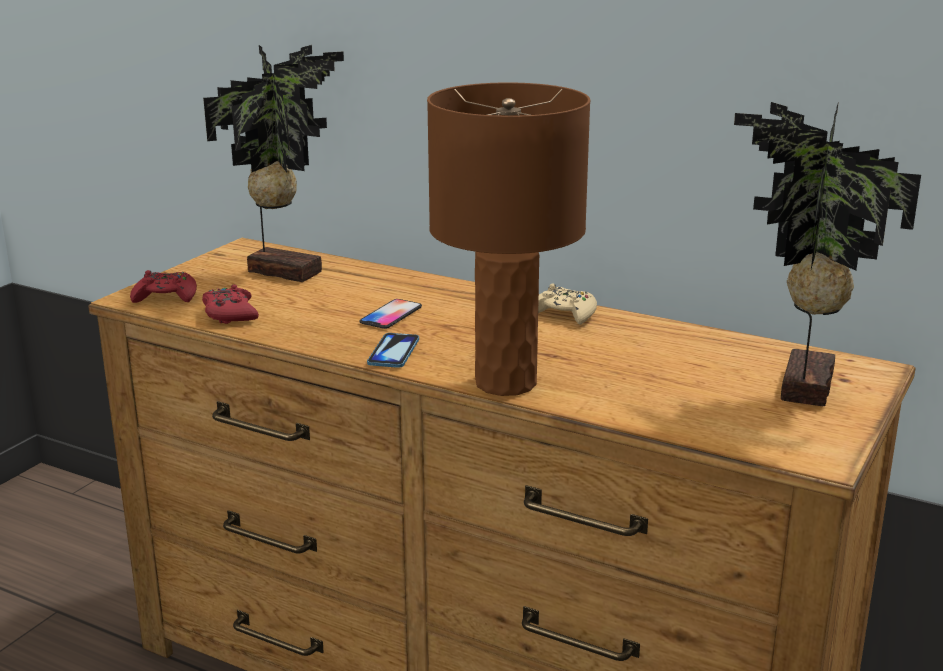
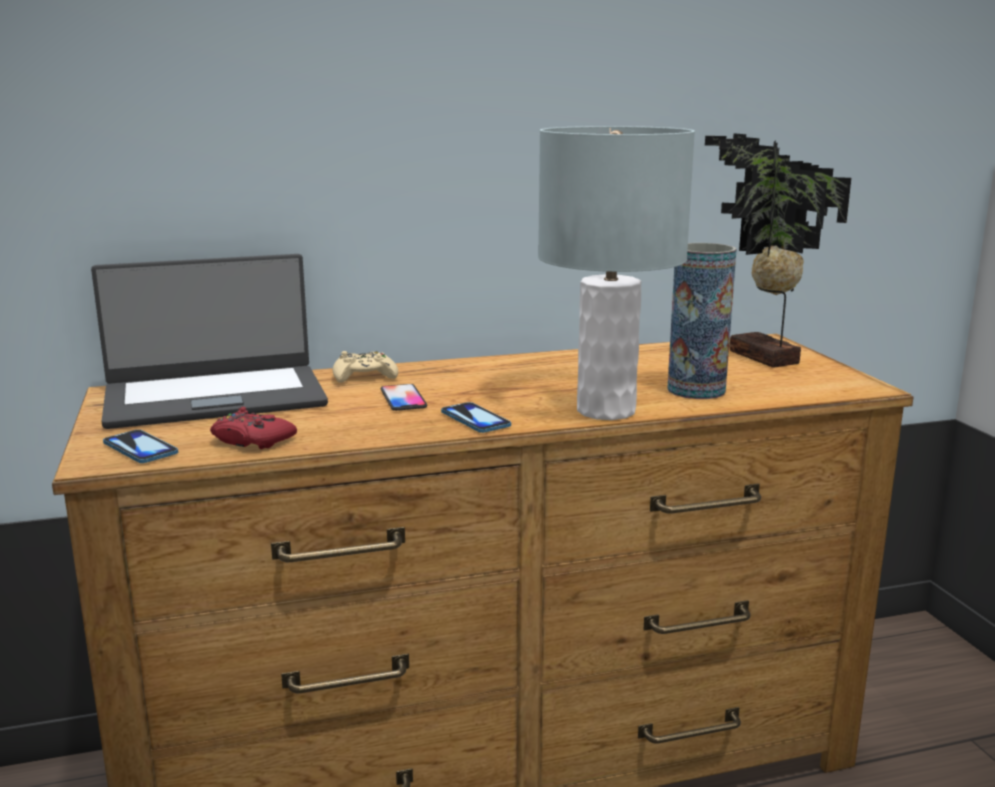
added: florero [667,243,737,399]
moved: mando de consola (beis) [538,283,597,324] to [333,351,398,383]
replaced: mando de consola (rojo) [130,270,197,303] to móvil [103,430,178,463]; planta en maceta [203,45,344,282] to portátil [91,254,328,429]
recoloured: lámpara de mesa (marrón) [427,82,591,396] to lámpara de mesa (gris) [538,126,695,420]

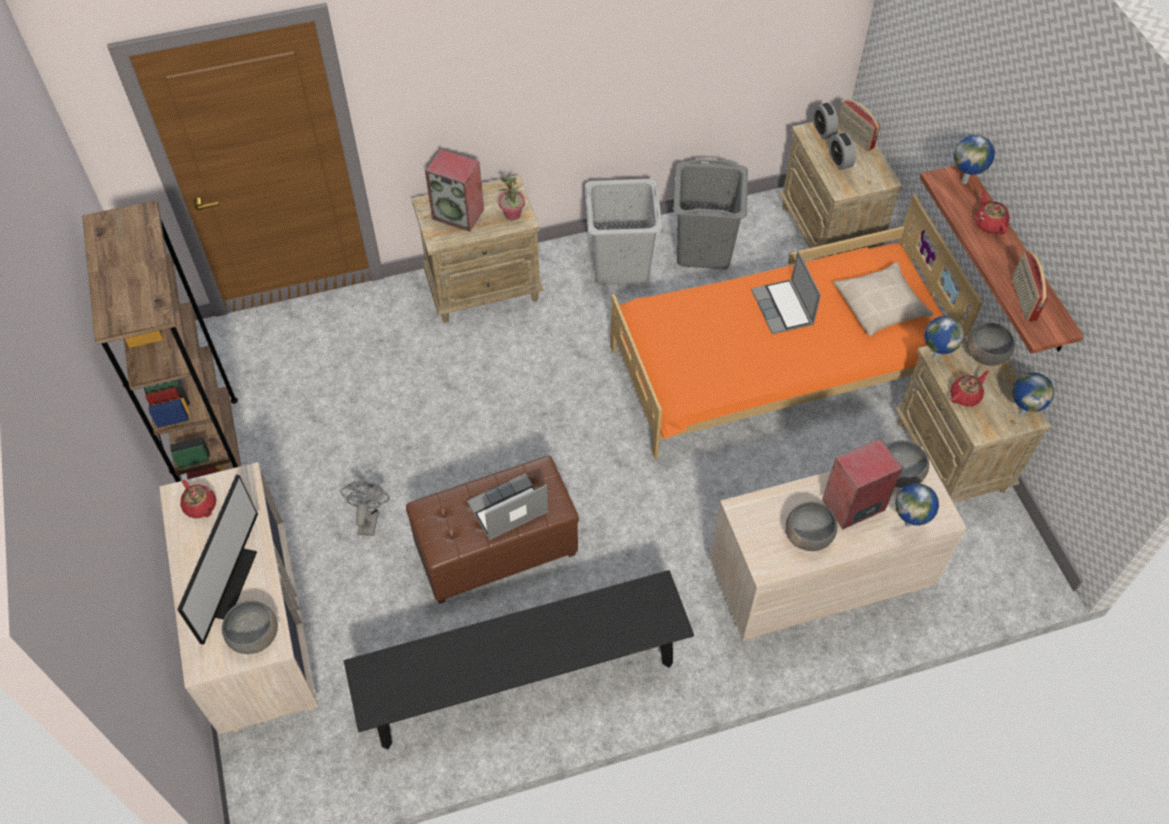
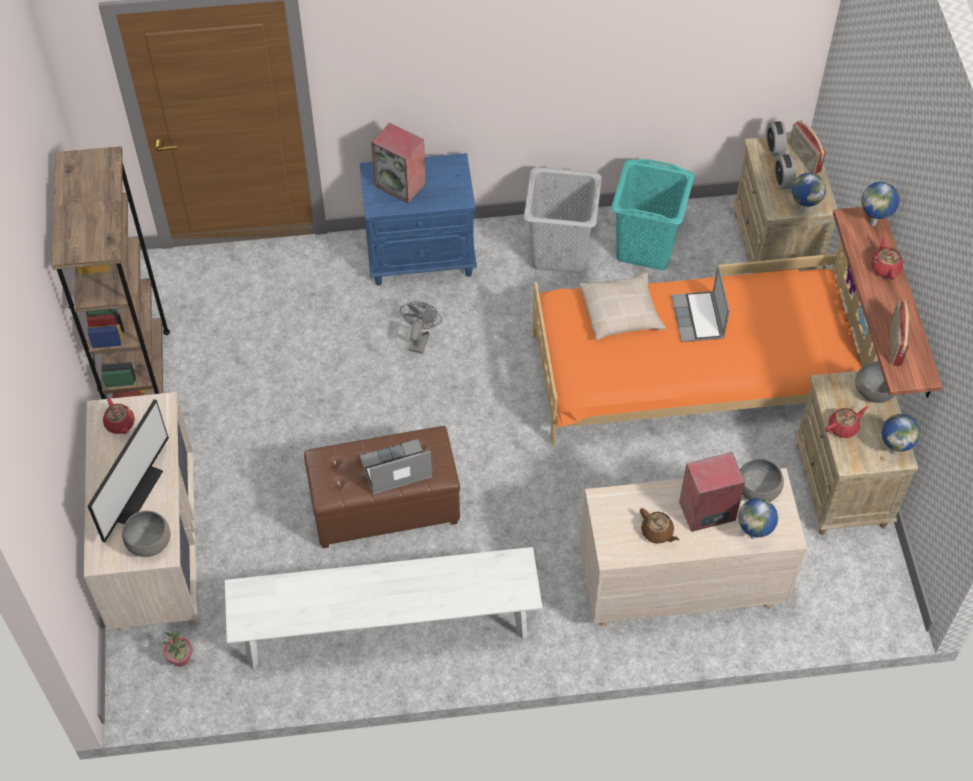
moved: ventilador (gris) [340,481,390,536] to [400,301,442,354]; planta en maceta [498,177,525,220] to [160,631,193,667]; cojín (beis) [834,262,934,337] to [579,272,666,341]; globo terráqueo [924,316,964,359] to [792,173,826,213]
replaced: cuenco (gris) [785,502,837,551] to tetera (marrón) [640,508,679,544]
recoloured: banco (negro) [344,570,694,749] to banco (blanco) [225,547,542,669]; mesita de noche (beis) [411,175,544,323] to mesita de noche (azul) [359,153,477,285]; cesto de la ropa (gris) [673,159,748,269] to cesto de la ropa (turquesa) [611,159,694,270]

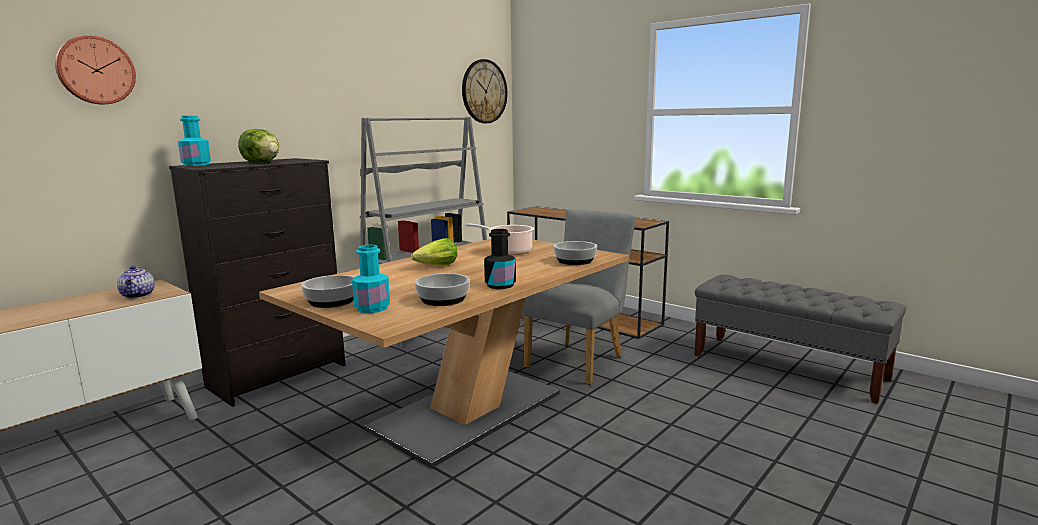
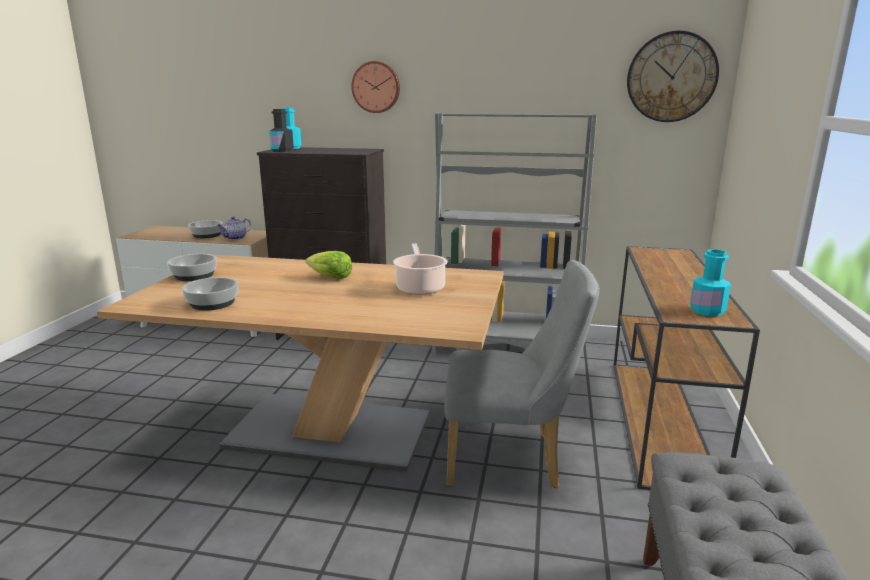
removed: lechuga [238,129,279,163]
moved: reloj de pared [55,35,136,104] to [351,61,400,113]; botella (turquesa) [352,245,390,313] to [690,249,731,316]; botella (negro) [484,229,516,289] to [269,109,294,152]; cuenco [553,241,597,265] to [188,220,223,238]

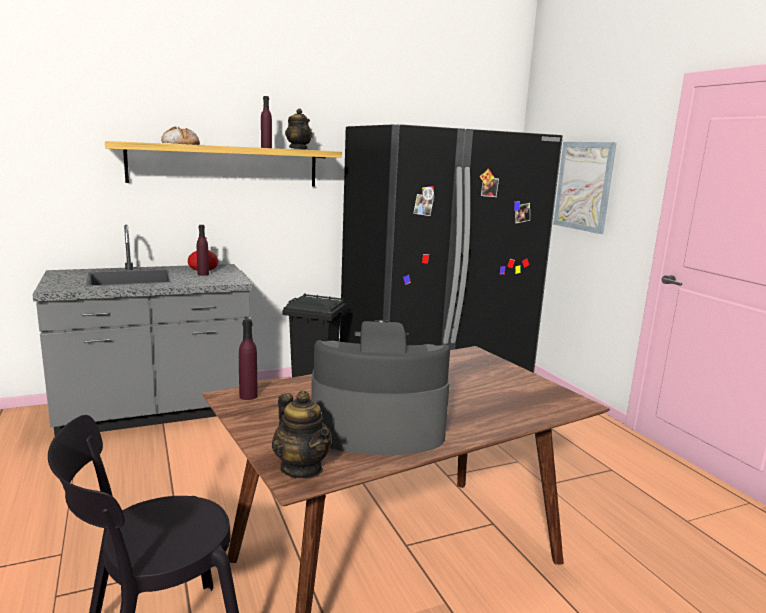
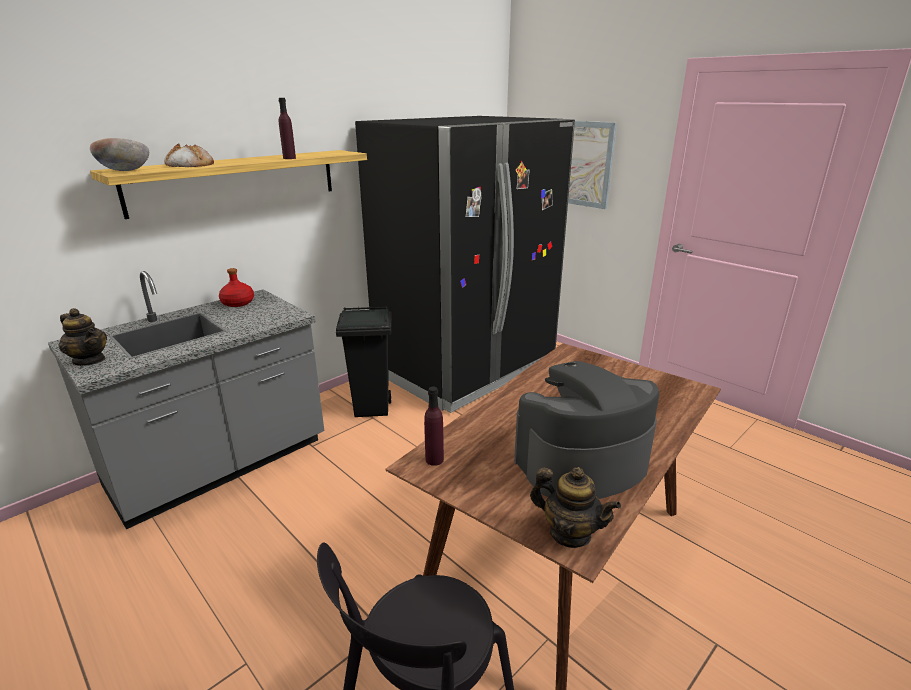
removed: botella (morado) [197,225,209,276]
added: cuenco [90,138,149,171]
moved: tetera [285,108,313,150] to [59,308,107,366]

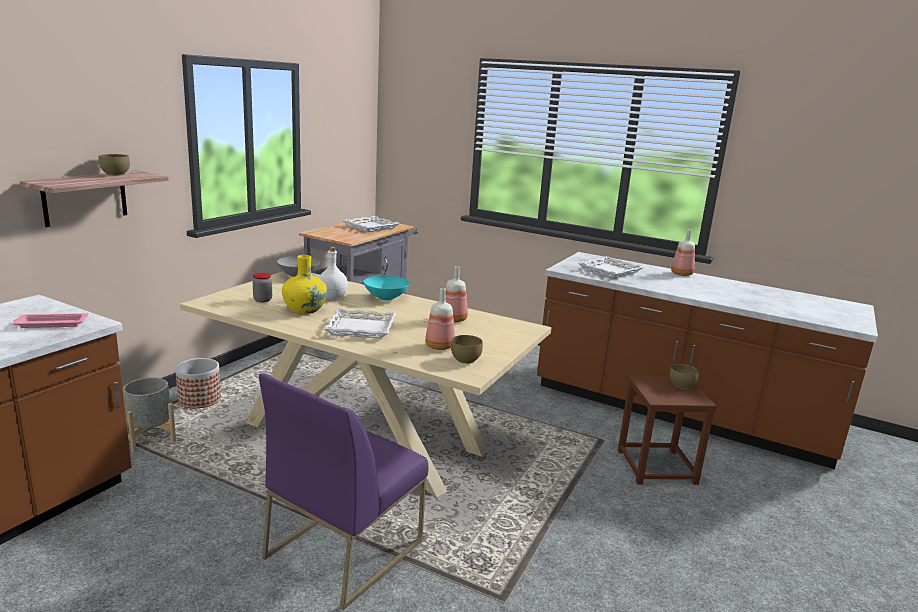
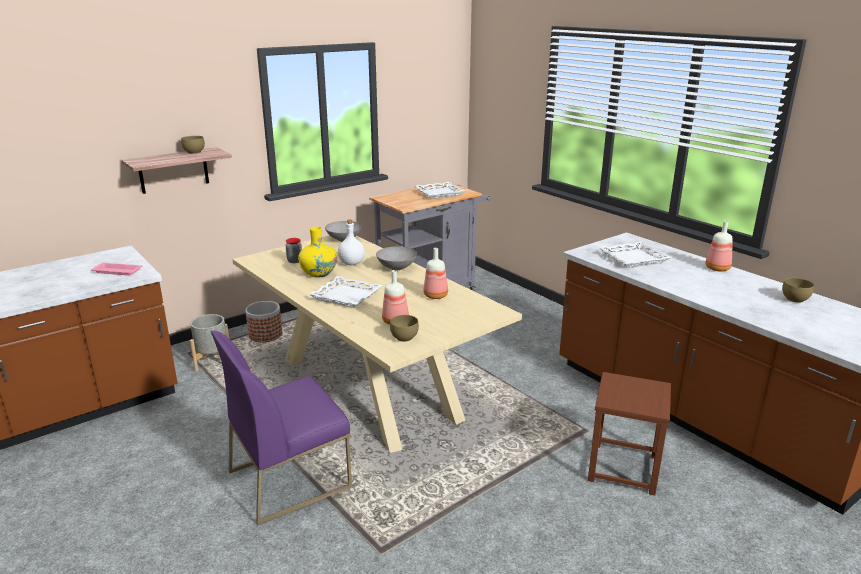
moved: cuenco (marrón) [670,364,699,389] to [782,278,814,303]
recoloured: cuenco (turquesa) [364,276,409,300] to cuenco (gris) [376,246,417,271]

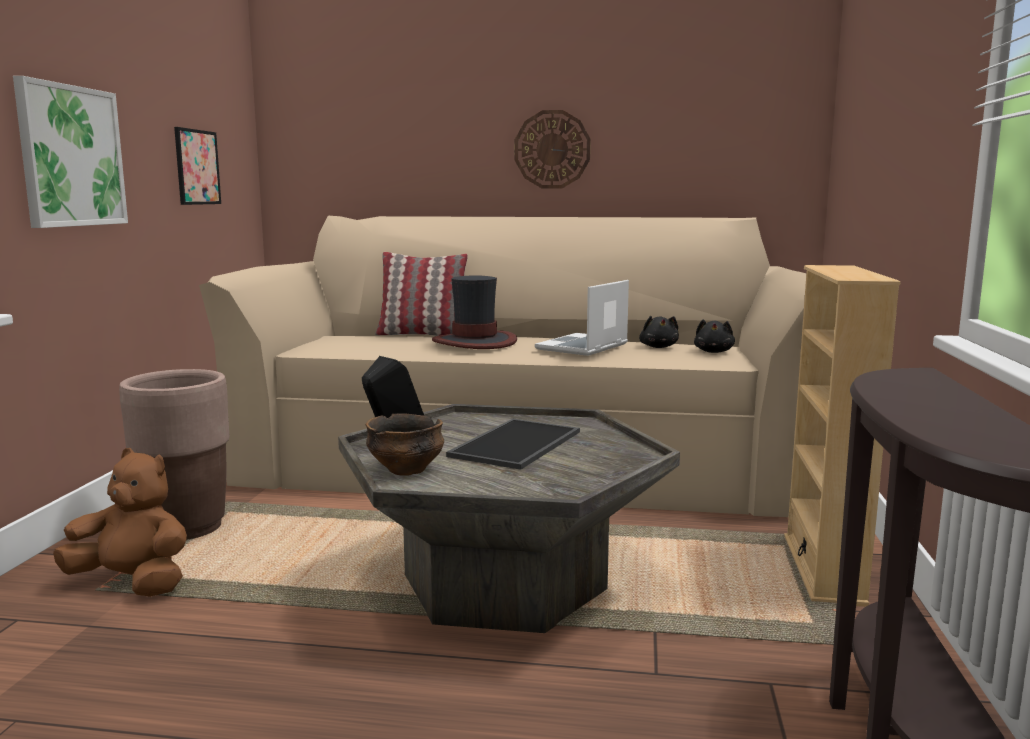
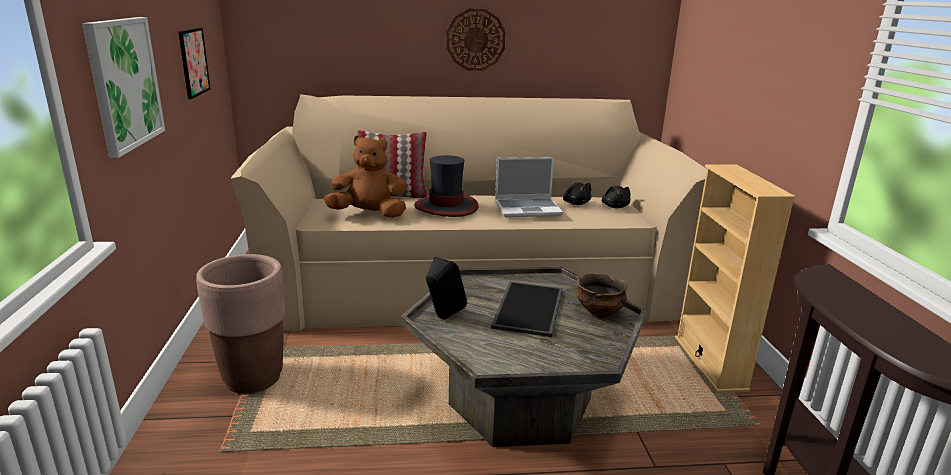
moved: peluche (marrón) [53,448,187,597] to [324,135,407,218]; cuenco [365,413,444,476] to [577,274,627,318]
turned: portátil [535,280,629,356] = [495,157,563,218] 120 degrees counterclockwise

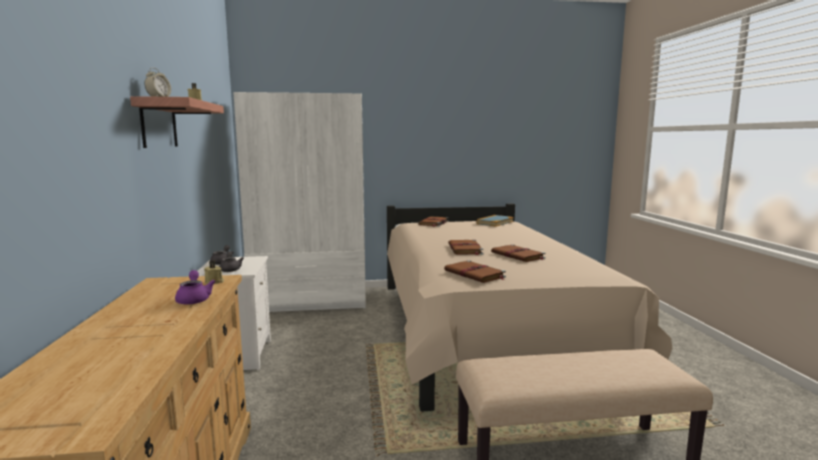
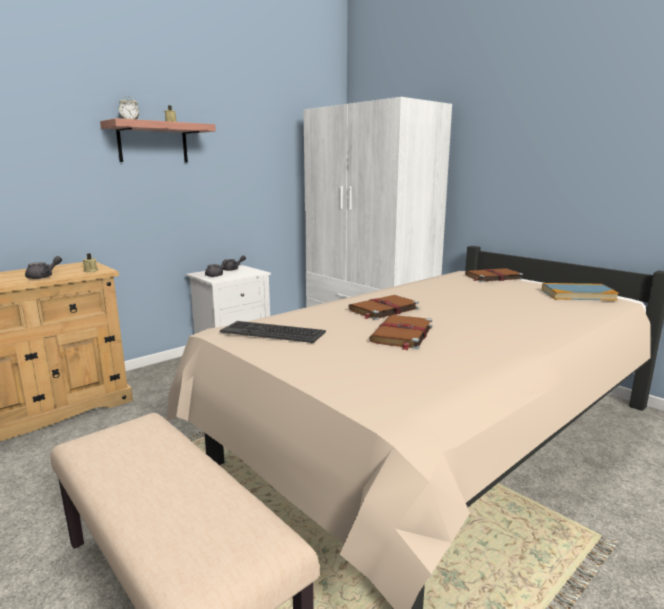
replaced: libro (marrón) [444,260,506,283] to teclado [220,321,326,343]
recoloured: tetera (morado) [175,270,216,305] to tetera (gris) [25,256,62,279]

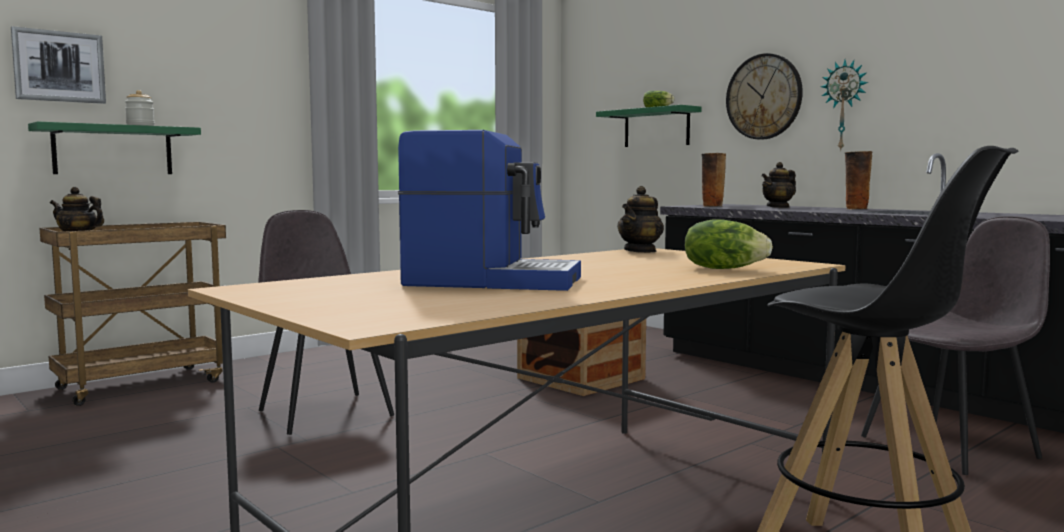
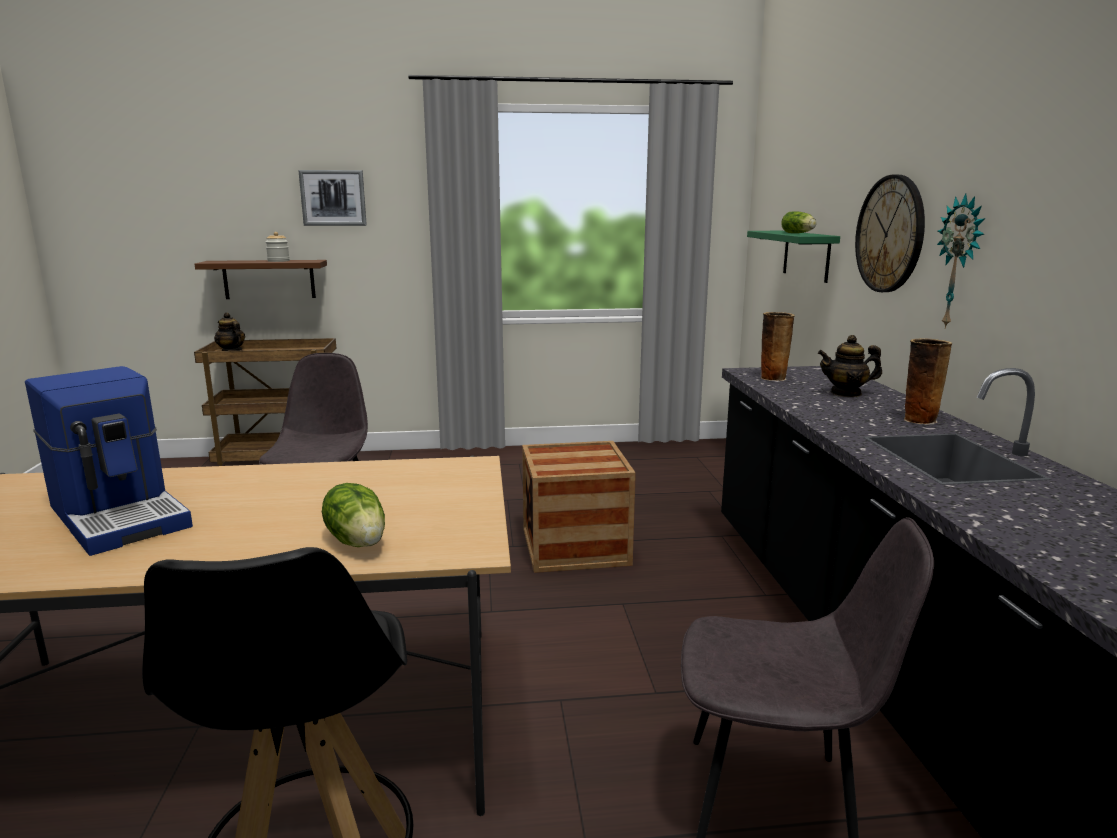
removed: tetera [617,186,664,253]
moved: cuadro [11,26,106,104] to [298,170,367,226]
recoloured: estante (verde) [28,121,201,174] to estante (marrón) [195,260,327,299]

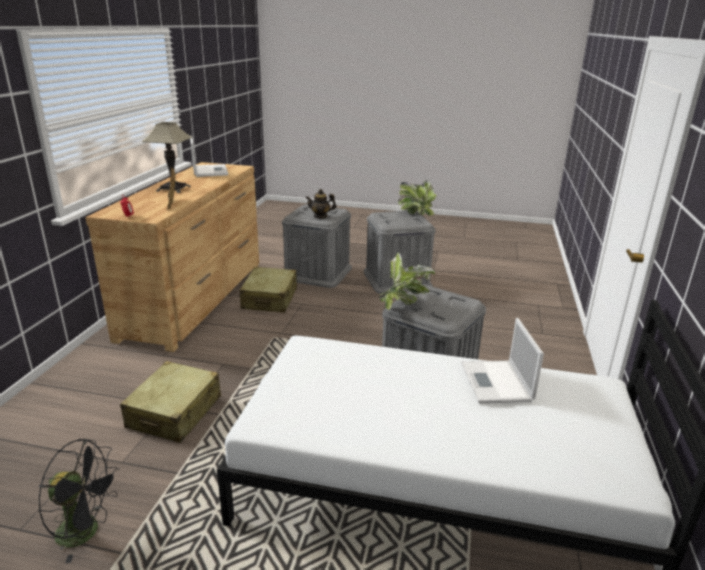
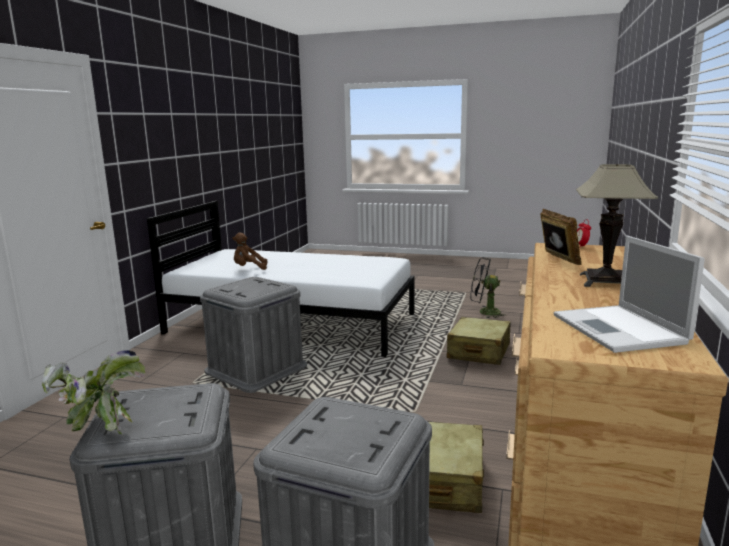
removed: tetera [305,189,337,219]; planta en maceta [379,251,435,310]
replaced: portátil [461,318,544,404] to peluche (marrón) [232,233,267,270]

